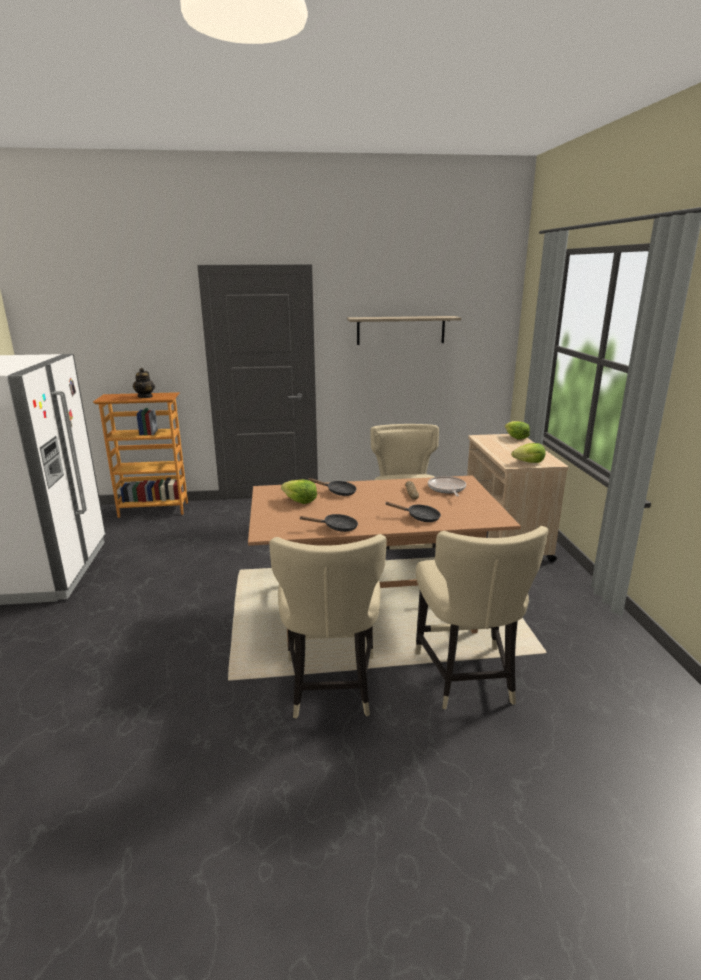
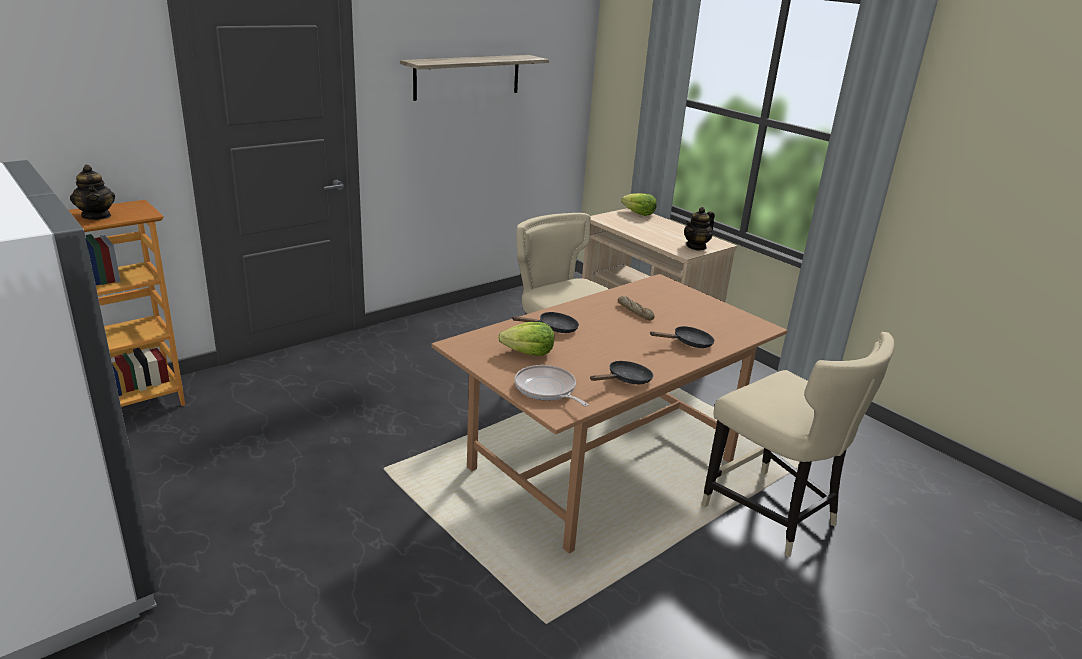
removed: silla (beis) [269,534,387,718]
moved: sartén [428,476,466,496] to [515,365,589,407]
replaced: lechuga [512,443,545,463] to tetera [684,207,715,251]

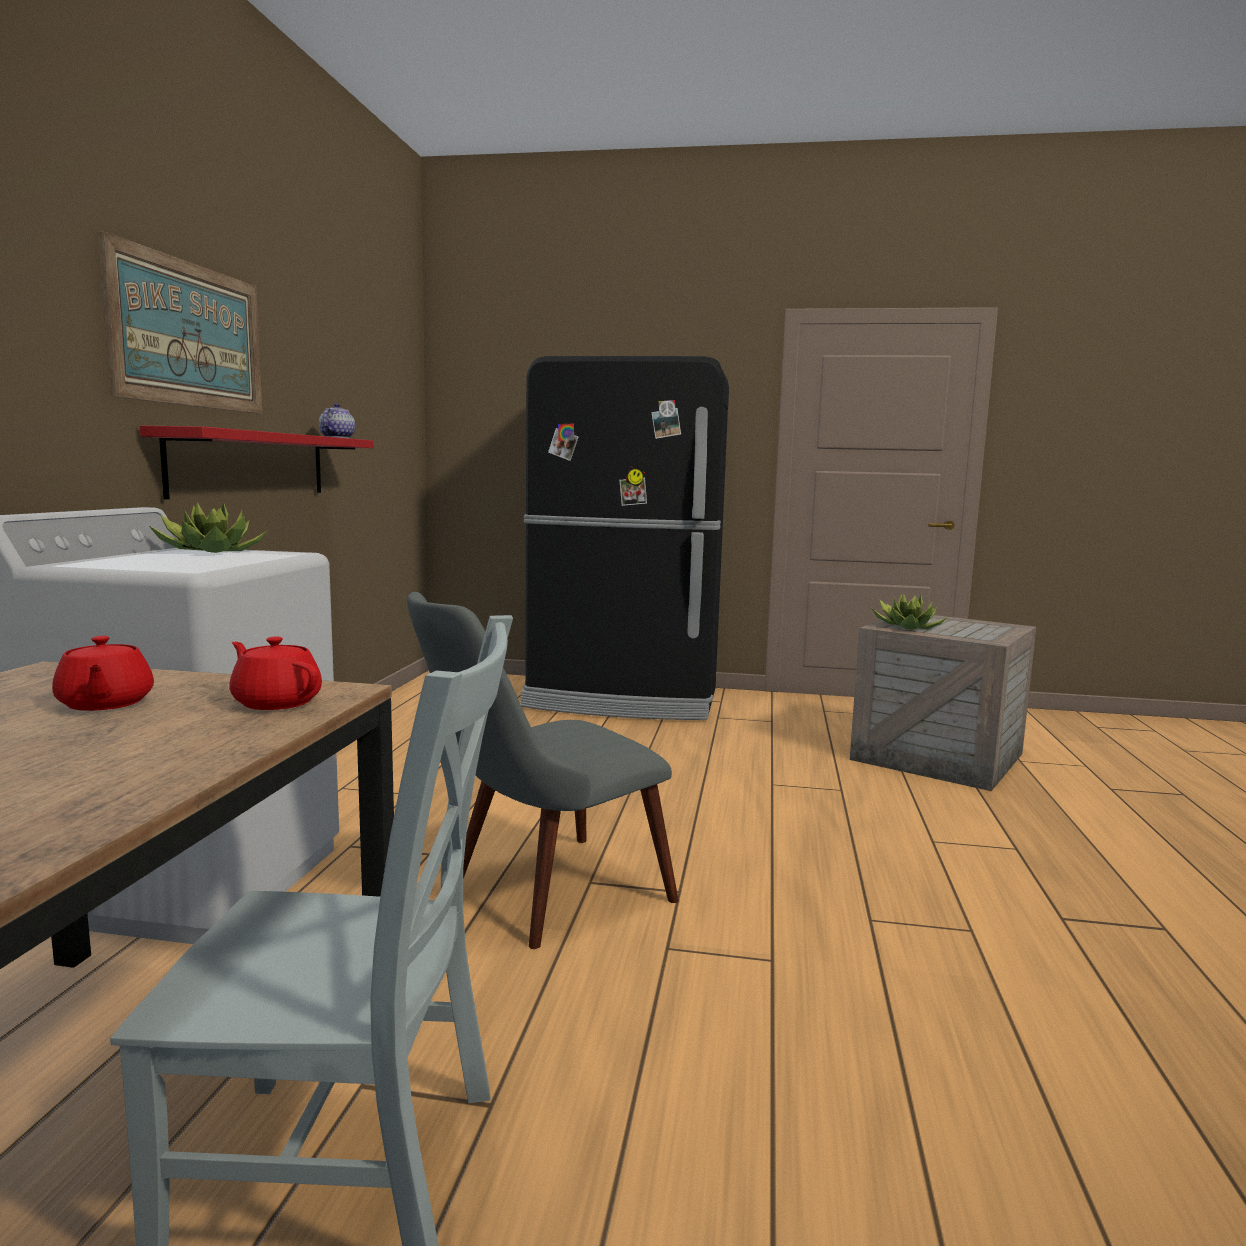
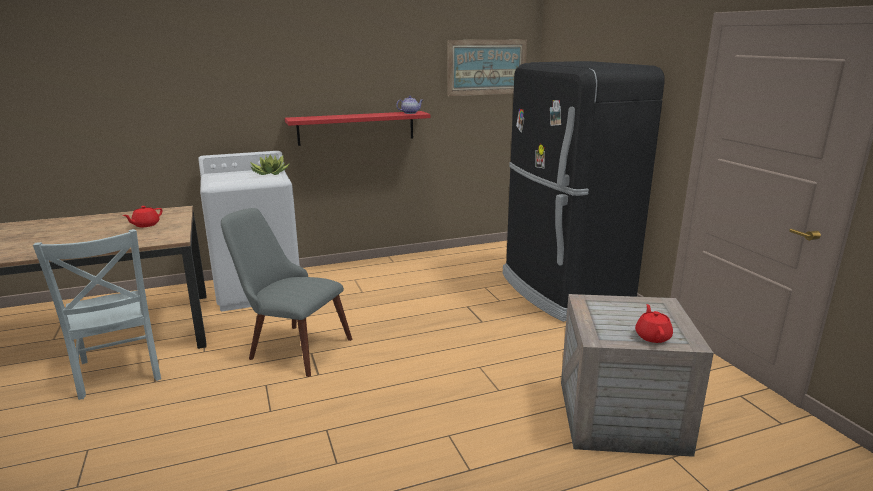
removed: planta en maceta [871,593,947,630]
moved: cuadro [98,231,262,414] to [447,40,527,96]; tetera (rojo) [229,637,322,710] to [635,304,673,343]

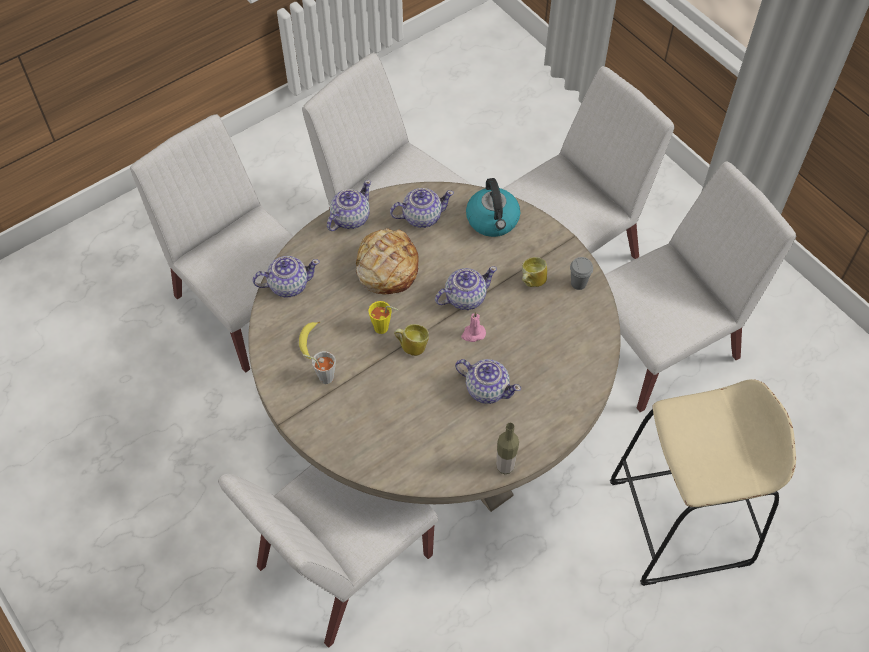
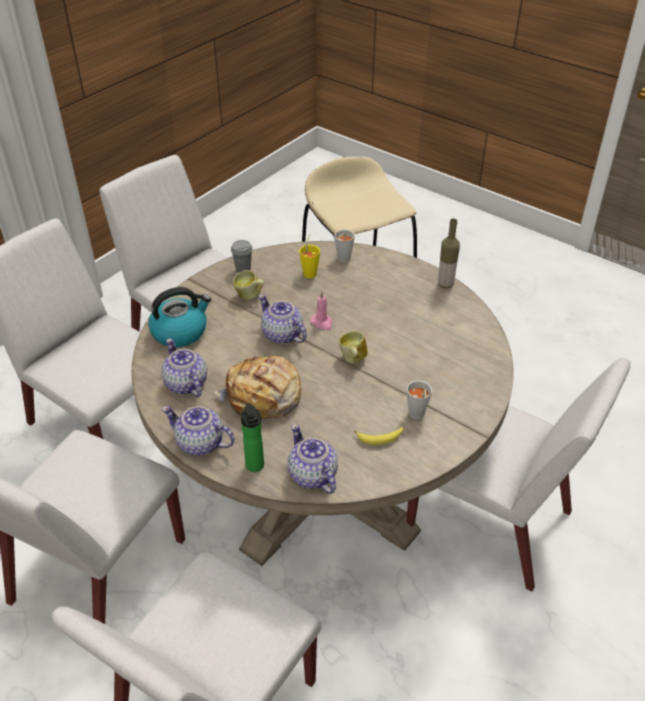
removed: tetera [455,359,521,404]
added: botella [241,403,264,472]; taza (gris) [334,229,355,262]
moved: taza (amarillo) [369,301,399,334] to [299,234,320,279]

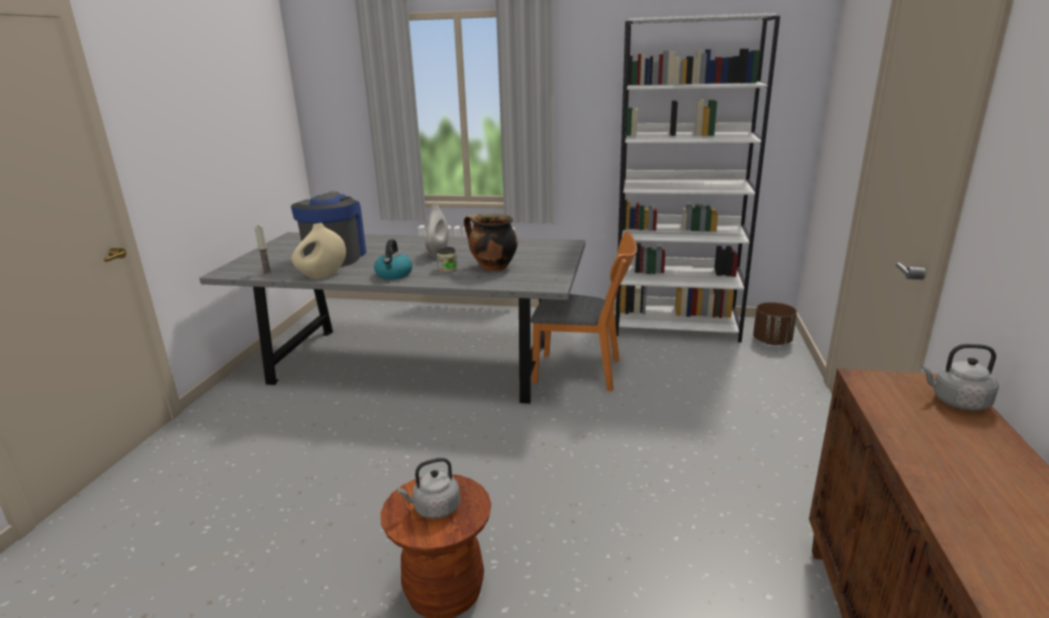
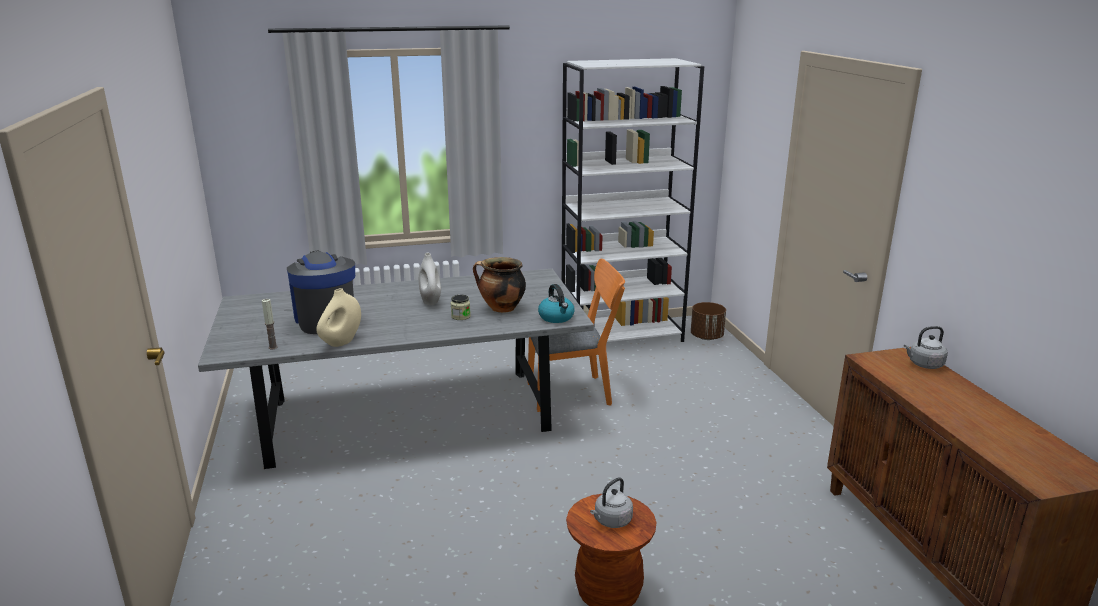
moved: hervidor [374,239,412,280] to [538,284,575,323]

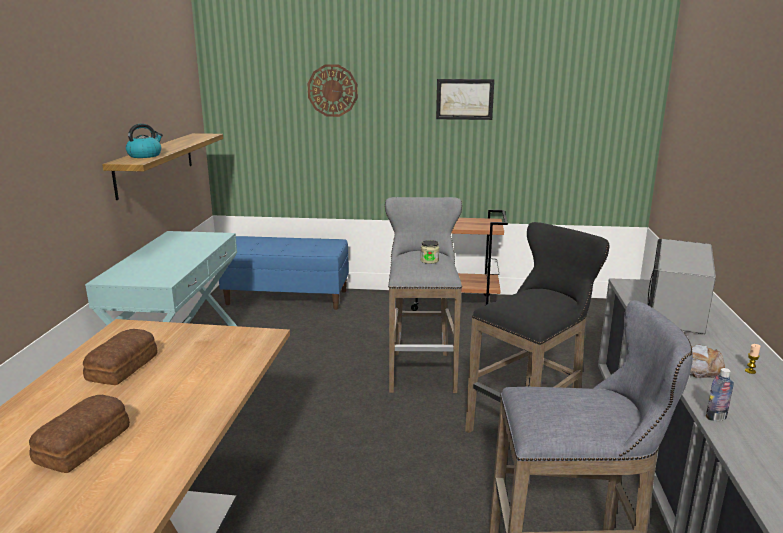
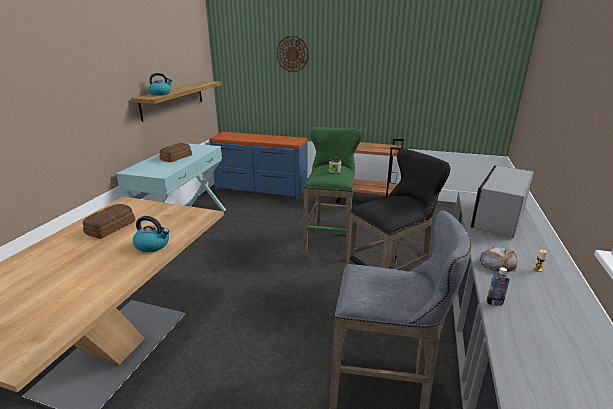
removed: cuadro [436,79,494,120]
added: hervidor [133,216,169,252]
moved: pan [29,395,130,473] to [160,143,192,162]
replaced: banco (azul) [219,236,349,310] to cómoda (azul) [209,132,308,199]
recoloured: taburete (gris) [385,197,462,393] to taburete (verde) [304,127,362,261]

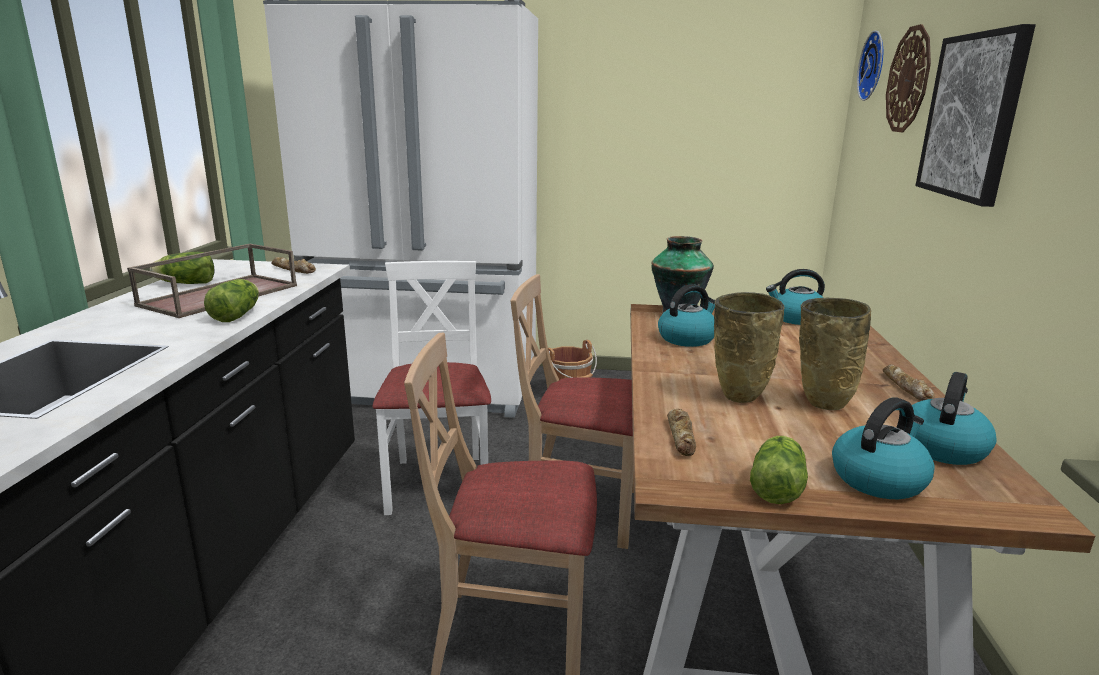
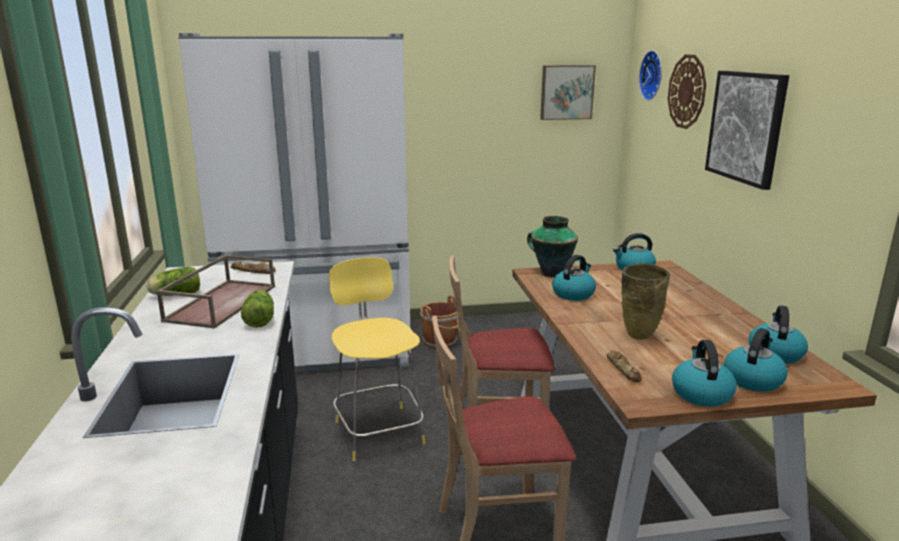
removed: florero (beis) [799,298,871,410]; pan [883,364,934,401]
added: cuadro [540,65,596,120]
replaced: silla (blanco) [373,261,491,515] to taburete (amarillo) [329,257,426,461]; lechuga [750,436,808,504] to hervidor [672,340,737,407]

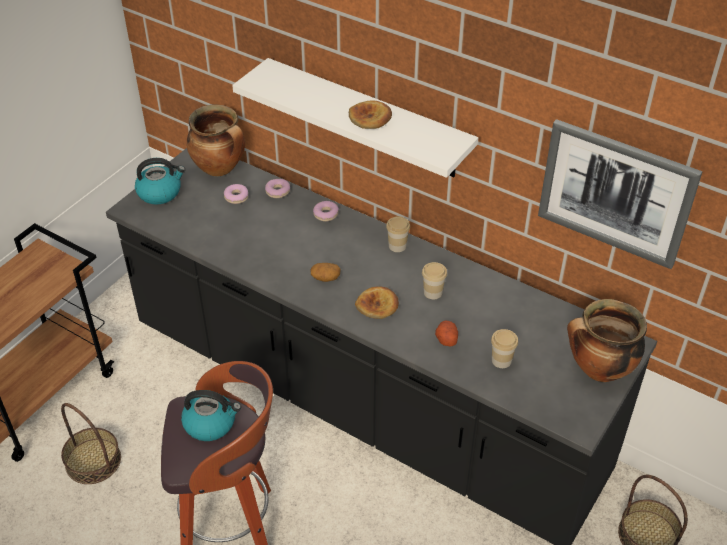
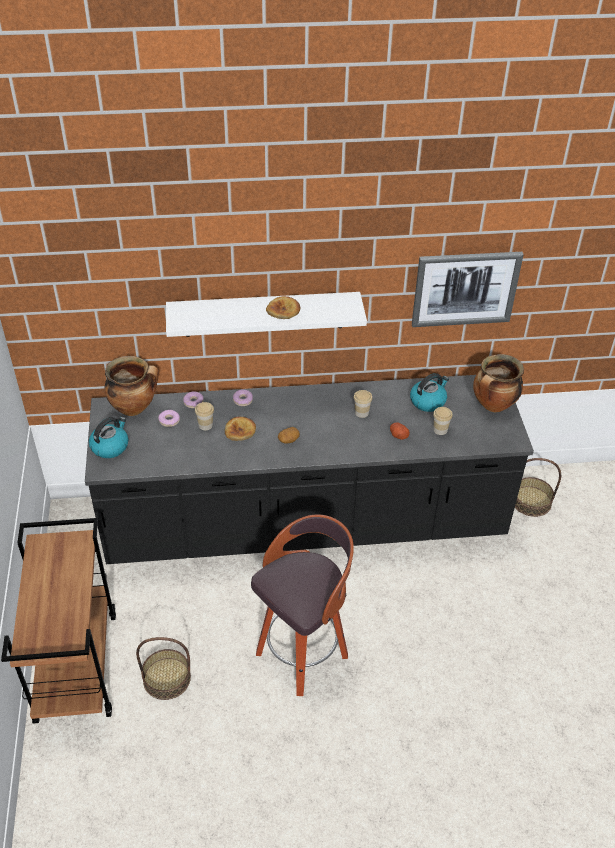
moved: hervidor [181,390,241,441] to [410,373,449,412]; pan [355,286,399,319] to [225,417,256,441]; taza [386,216,410,252] to [195,402,214,430]

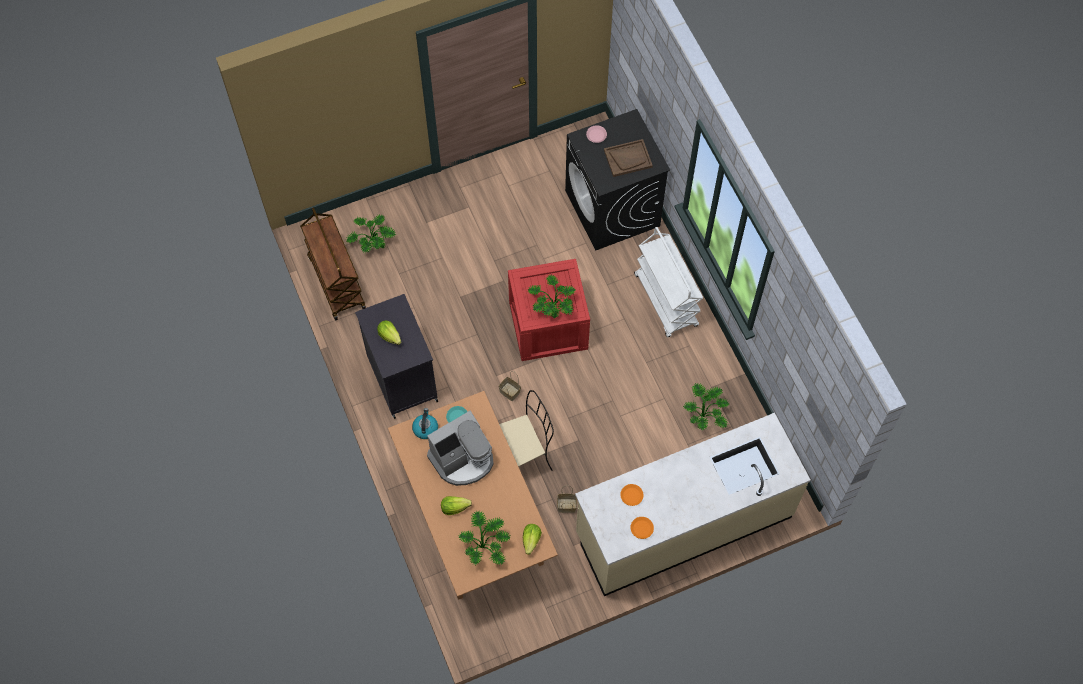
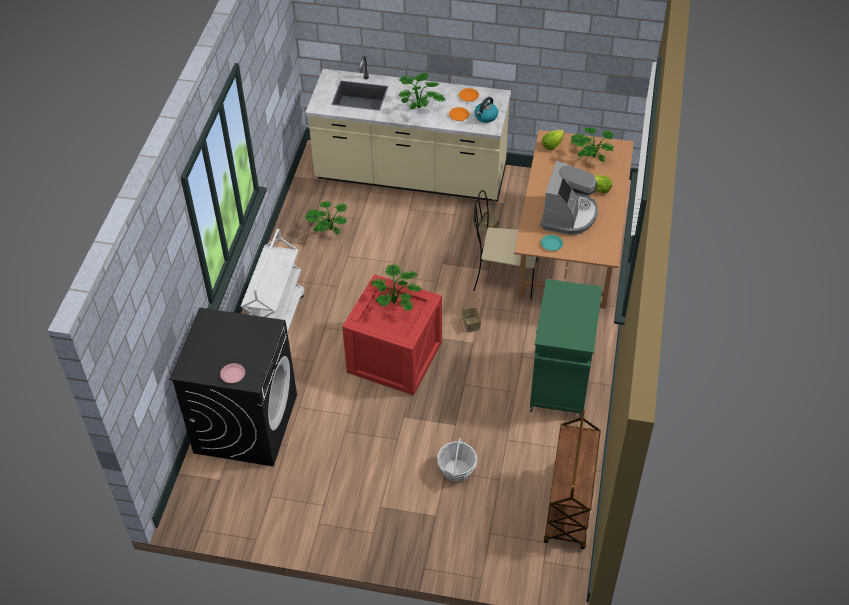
removed: lechuga [377,320,401,345]; bandeja (marrón) [604,139,653,177]
added: cesta [437,438,477,482]
moved: planta en maceta [346,215,396,253] to [399,73,445,110]; hervidor [412,408,438,439] to [474,97,498,123]
recoloured: armario (negro) [355,294,438,419] to armario (verde) [530,279,602,418]
turned: cafetera [427,411,494,486] = [540,161,598,235] 105 degrees clockwise

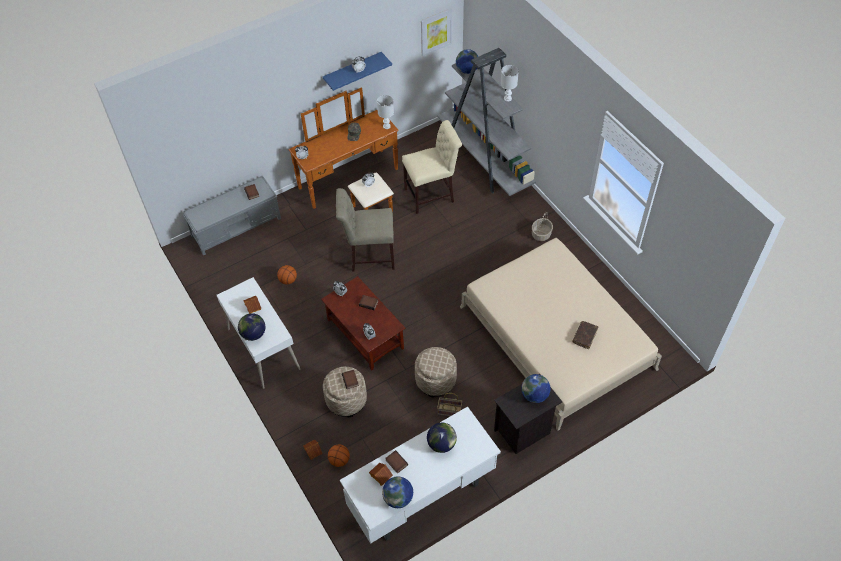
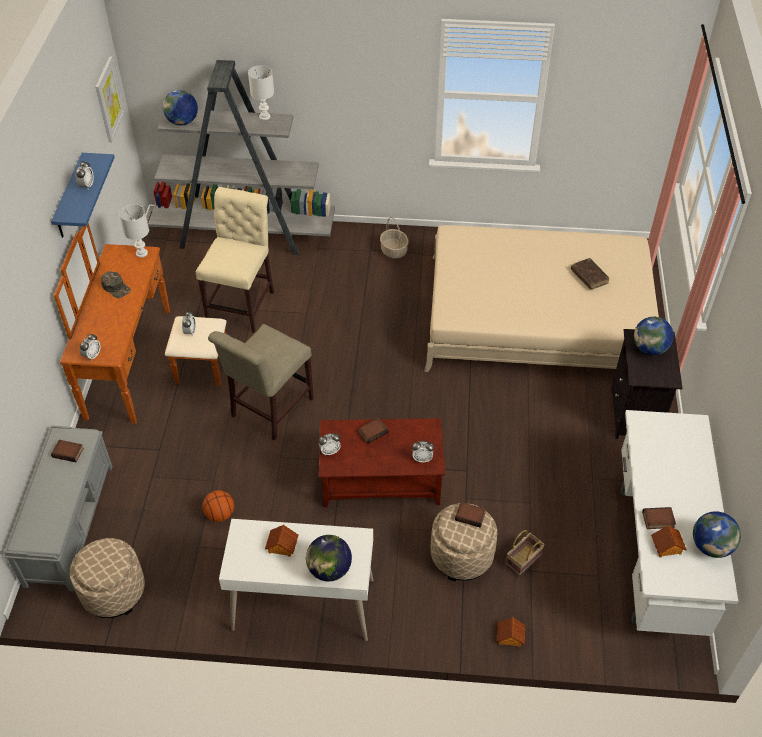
removed: balón de baloncesto [328,445,350,467]; globo terráqueo [427,423,457,453]
moved: puf (beis) [415,347,457,397] to [70,538,145,618]; cesta [437,393,462,416] to [506,530,544,576]

